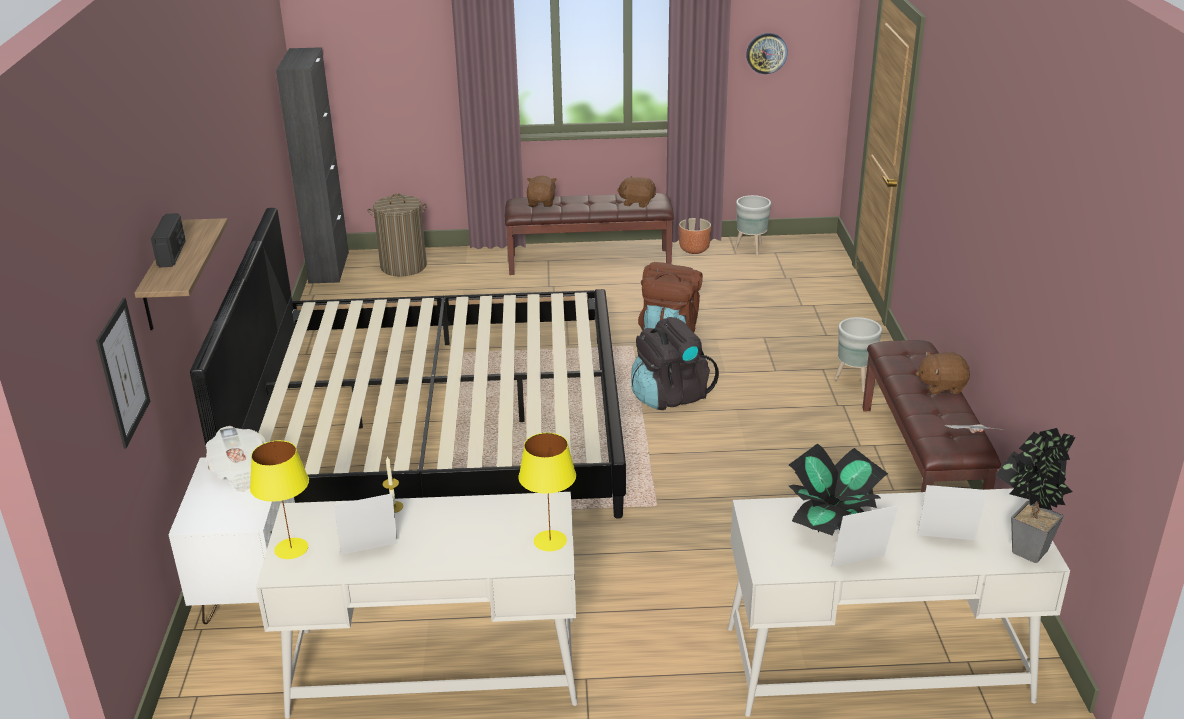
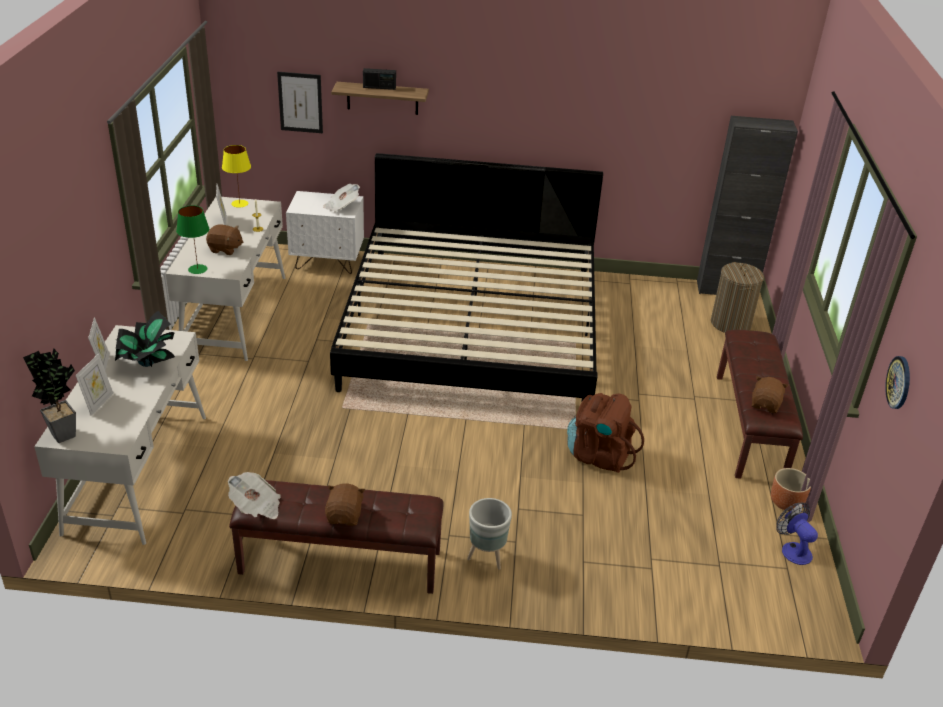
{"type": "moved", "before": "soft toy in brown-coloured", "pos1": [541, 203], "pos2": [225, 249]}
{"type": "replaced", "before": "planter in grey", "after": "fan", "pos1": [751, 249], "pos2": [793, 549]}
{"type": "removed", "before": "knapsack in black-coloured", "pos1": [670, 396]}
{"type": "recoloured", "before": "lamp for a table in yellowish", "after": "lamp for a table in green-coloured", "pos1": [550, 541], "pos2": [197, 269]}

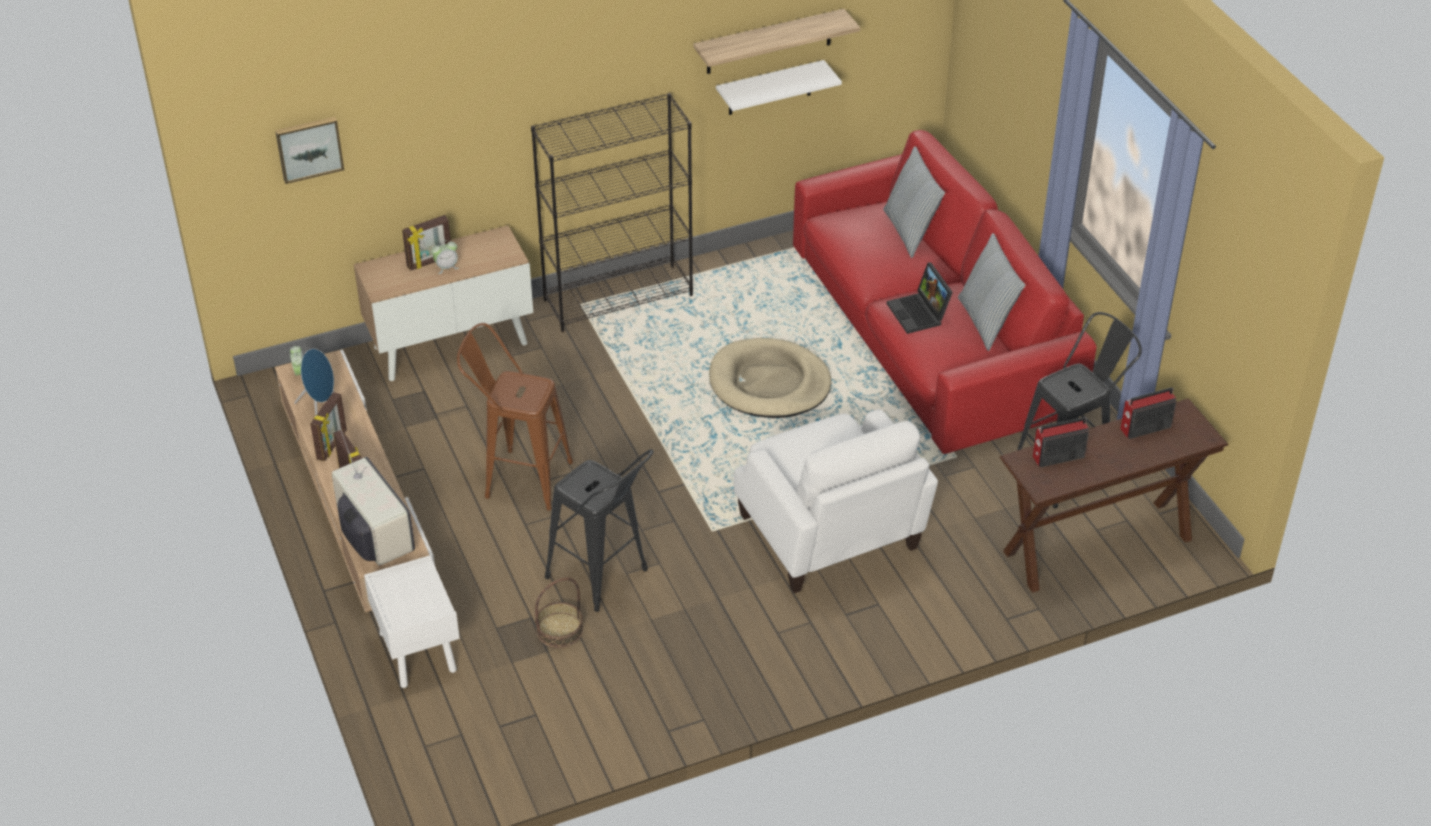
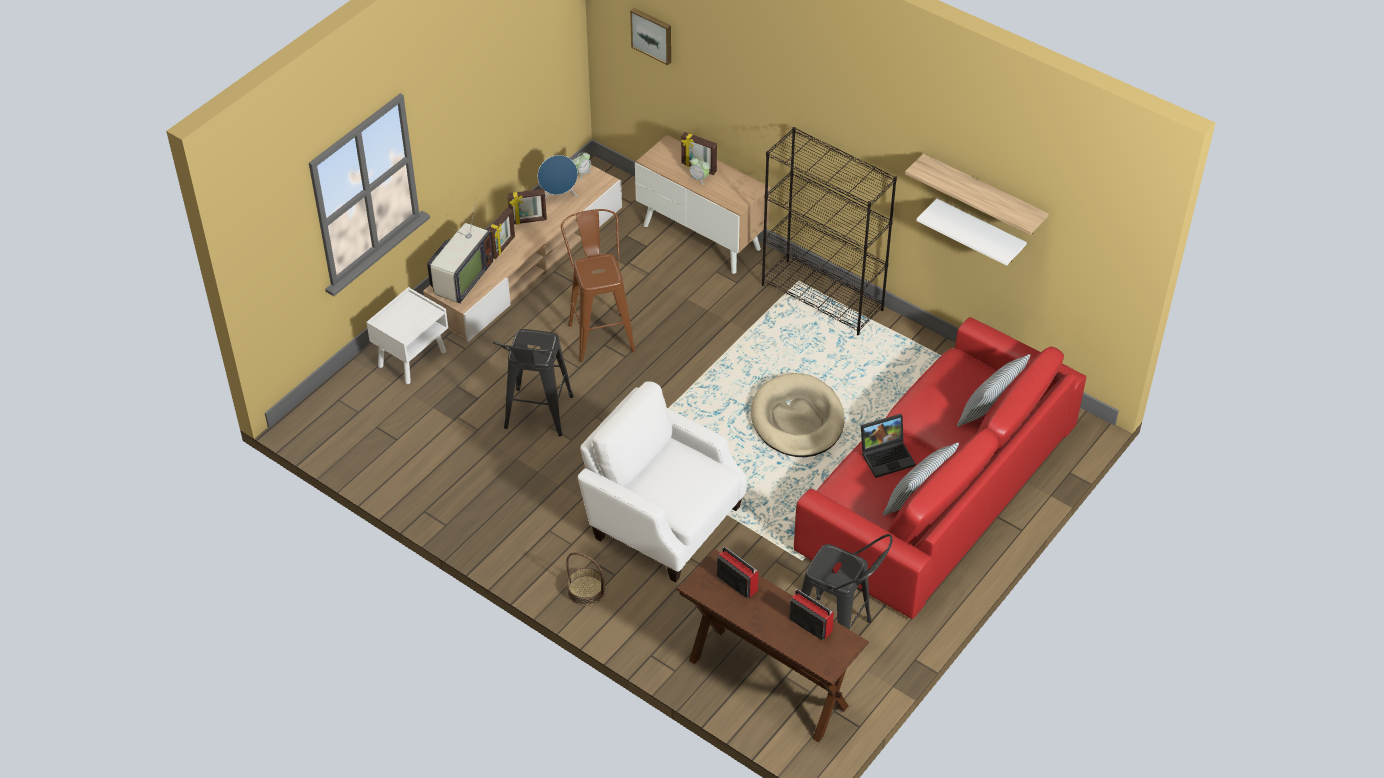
{"type": "turned", "before": "portable computer", "pos1": [919, 314], "pos2": [887, 455], "turn": -150}
{"type": "turned", "before": "armchair in white-coloured", "pos1": [830, 536], "pos2": [663, 520], "turn": 90}
{"type": "moved", "before": "storage basket", "pos1": [559, 630], "pos2": [586, 590]}

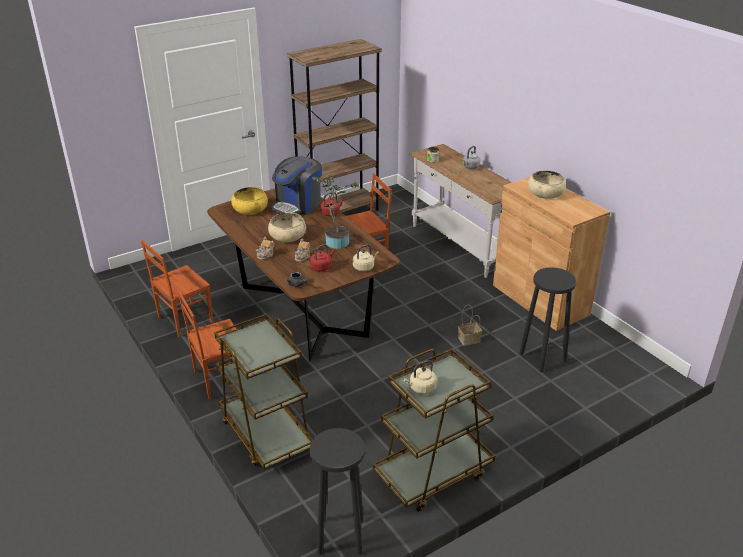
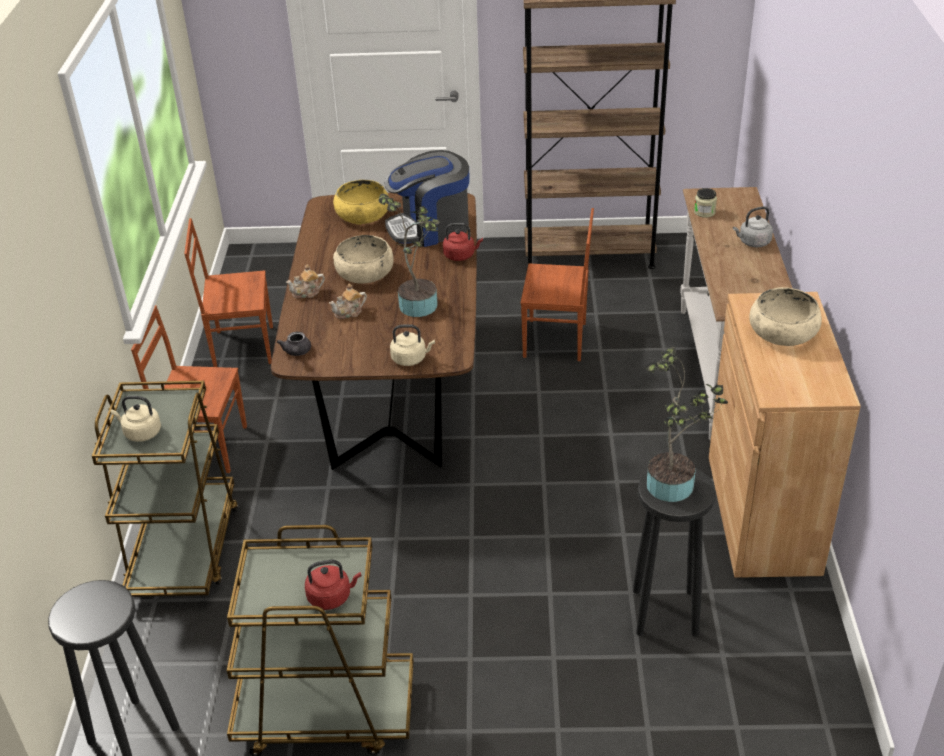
{"type": "moved", "before": "tea kettle in red-coloured", "pos1": [322, 267], "pos2": [332, 597]}
{"type": "removed", "before": "storage basket", "pos1": [469, 339]}
{"type": "moved", "before": "tea kettle in sand-coloured", "pos1": [421, 388], "pos2": [141, 433]}
{"type": "added", "after": "plant in a pot", "pos2": [675, 483]}

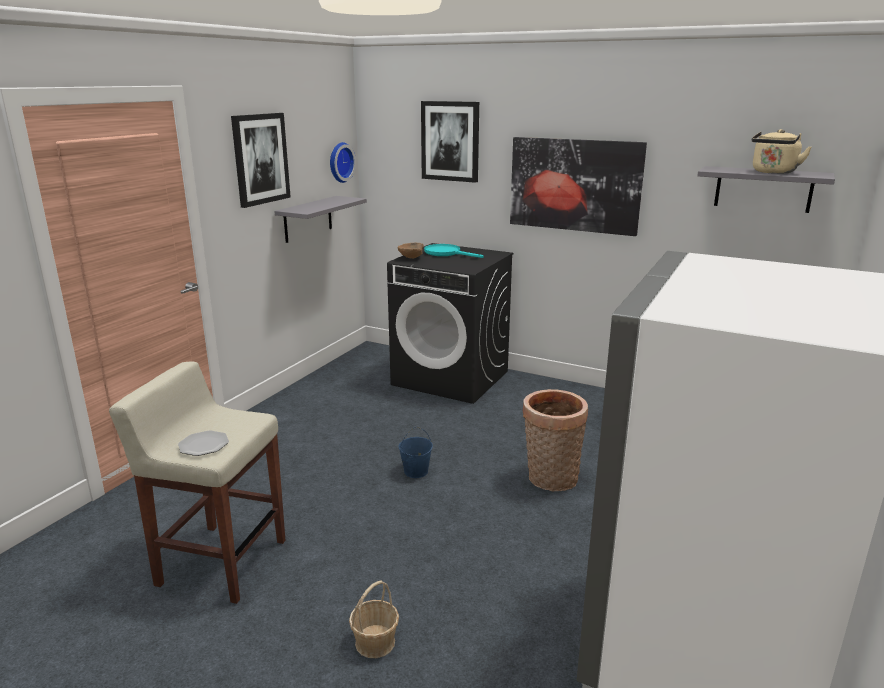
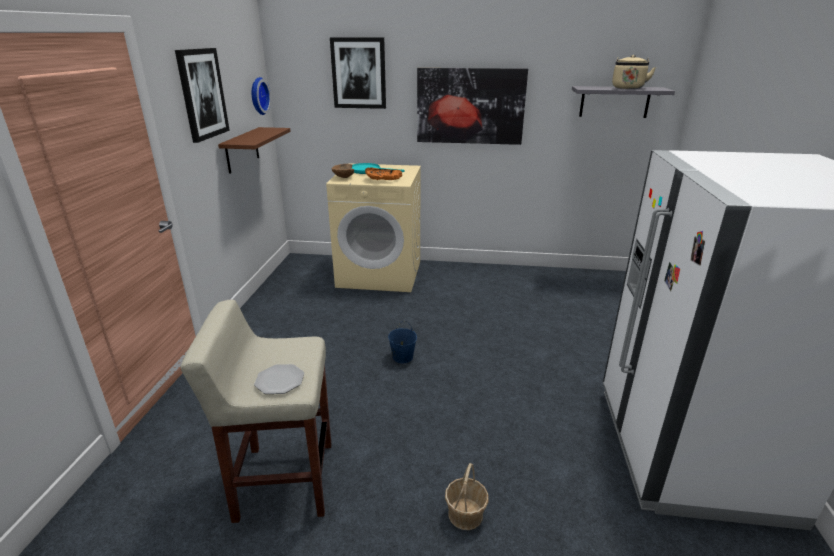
{"type": "recoloured", "before": "wall shelf in grey", "after": "wall shelf in brown-coloured", "pos1": [308, 219], "pos2": [242, 150]}
{"type": "recoloured", "before": "washing machine in black-coloured", "after": "washing machine in sand-coloured", "pos1": [451, 378], "pos2": [380, 274]}
{"type": "removed", "before": "storage basket", "pos1": [550, 480]}
{"type": "added", "after": "serving bowl in orange-coloured", "pos2": [383, 179]}

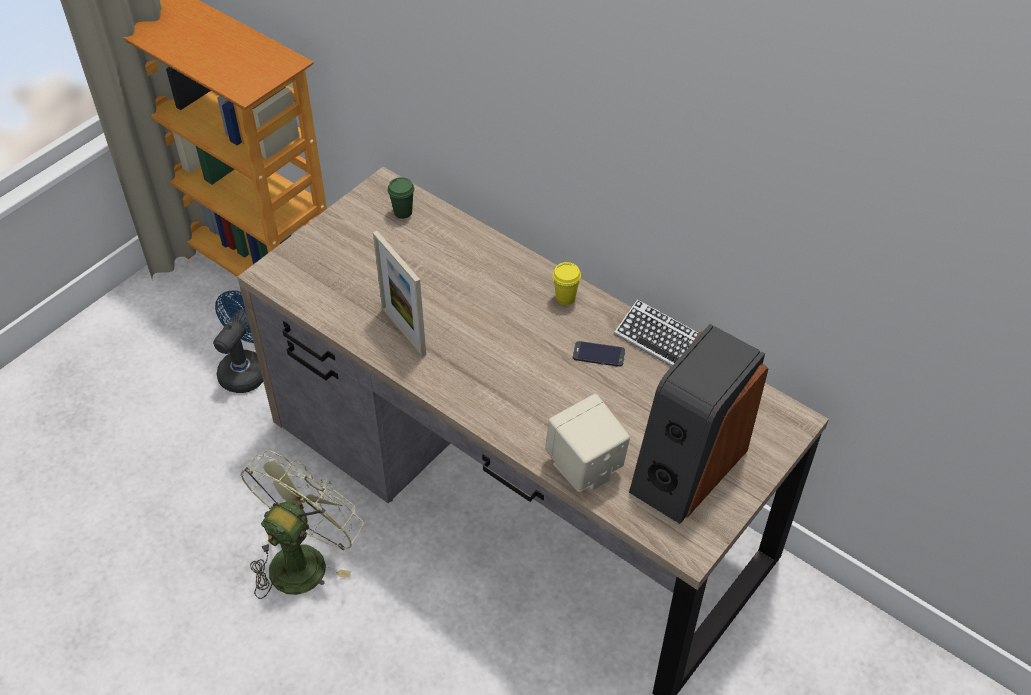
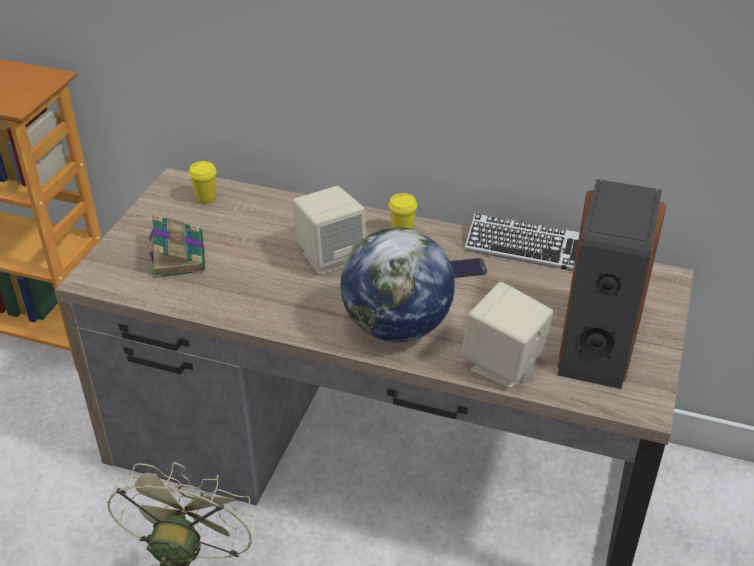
{"type": "recoloured", "before": "small cup in green-coloured", "after": "small cup in yellowish", "pos1": [403, 212], "pos2": [206, 199]}
{"type": "removed", "before": "standing frame", "pos1": [403, 331]}
{"type": "removed", "before": "fan in blue", "pos1": [247, 368]}
{"type": "added", "after": "loudspeaker in sand-coloured", "pos2": [330, 257]}
{"type": "added", "after": "book", "pos2": [178, 255]}
{"type": "added", "after": "desk globe", "pos2": [396, 328]}

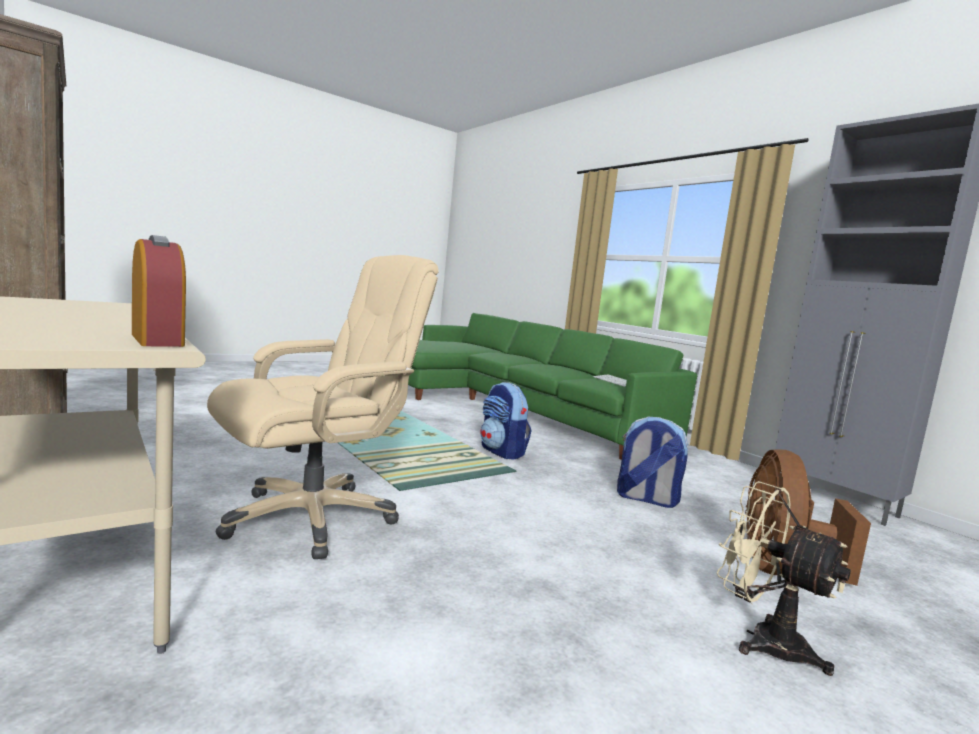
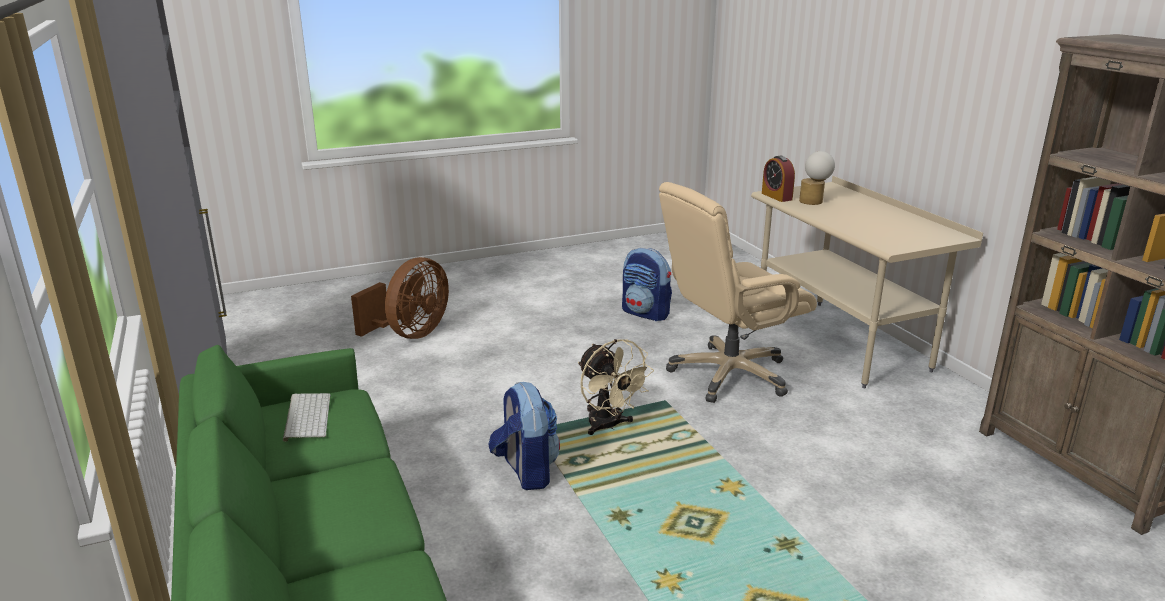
{"type": "moved", "before": "knapsack", "pos1": [645, 499], "pos2": [646, 313]}
{"type": "moved", "before": "fan in sand-coloured", "pos1": [762, 640], "pos2": [608, 426]}
{"type": "added", "after": "lamp for a table", "pos2": [814, 201]}

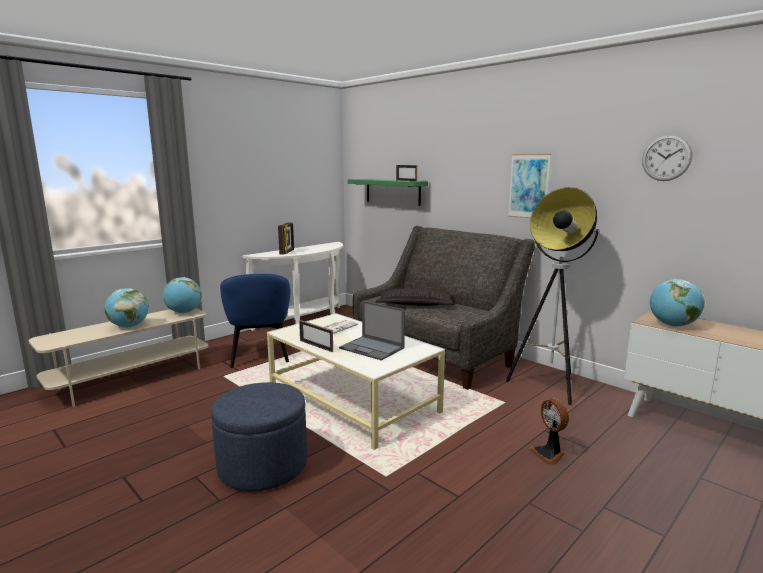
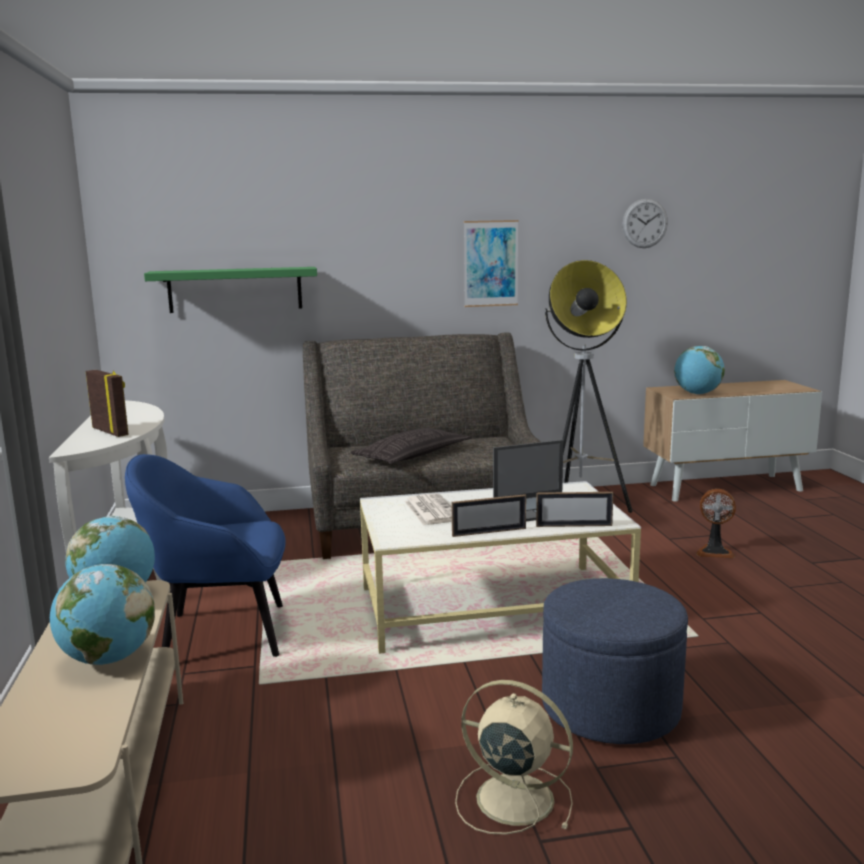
{"type": "moved", "before": "standing frame", "pos1": [406, 180], "pos2": [574, 525]}
{"type": "turned", "before": "armchair in blue", "pos1": [260, 355], "pos2": [220, 635], "turn": 150}
{"type": "added", "after": "fan in sand-coloured", "pos2": [511, 798]}

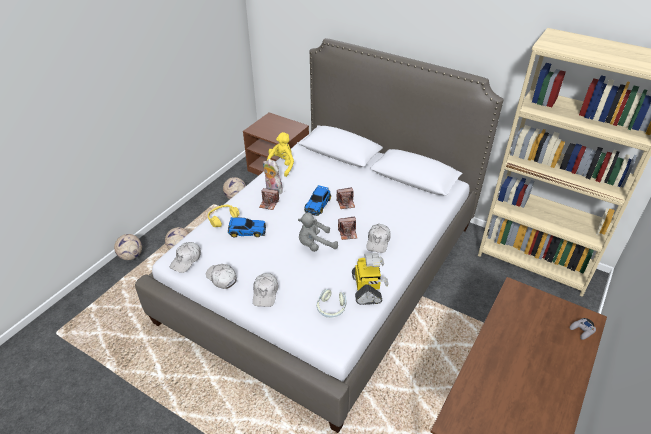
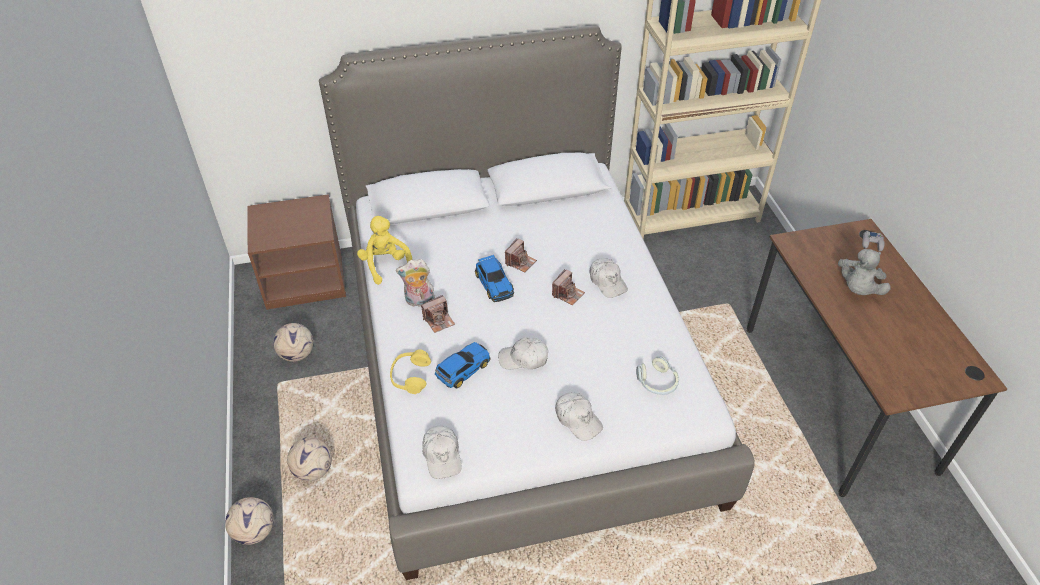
{"type": "moved", "before": "soft toy in grey", "pos1": [315, 245], "pos2": [857, 289]}
{"type": "removed", "before": "toy robot", "pos1": [367, 289]}
{"type": "moved", "before": "baseball cap in white-coloured", "pos1": [221, 278], "pos2": [524, 359]}

